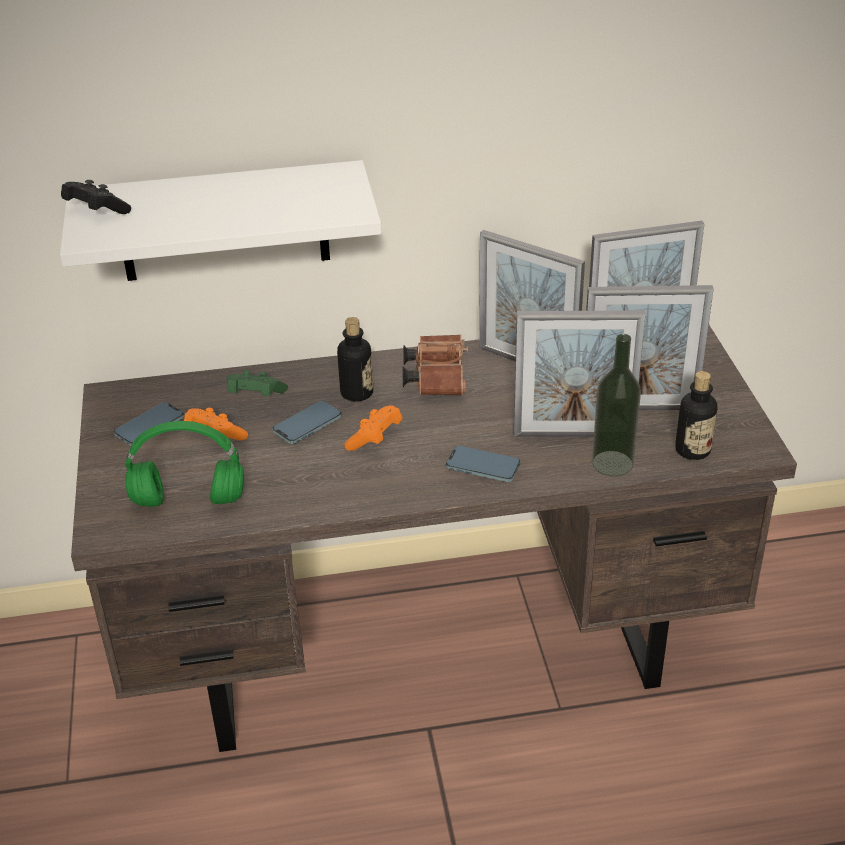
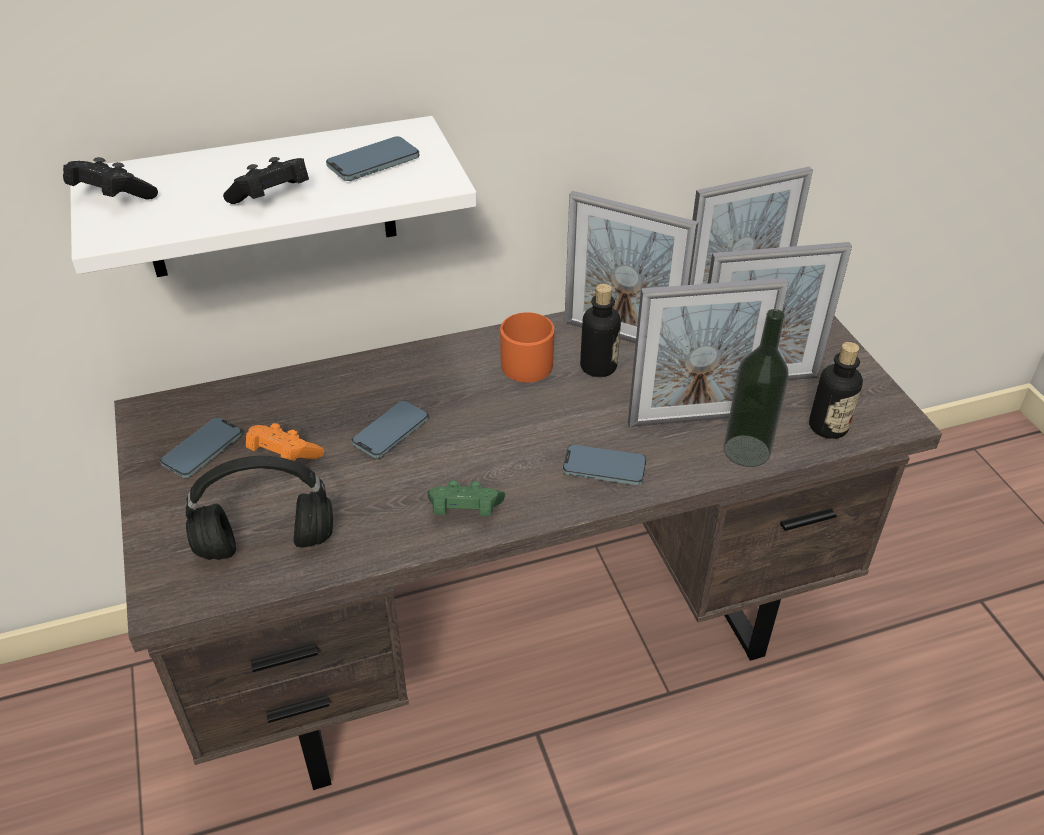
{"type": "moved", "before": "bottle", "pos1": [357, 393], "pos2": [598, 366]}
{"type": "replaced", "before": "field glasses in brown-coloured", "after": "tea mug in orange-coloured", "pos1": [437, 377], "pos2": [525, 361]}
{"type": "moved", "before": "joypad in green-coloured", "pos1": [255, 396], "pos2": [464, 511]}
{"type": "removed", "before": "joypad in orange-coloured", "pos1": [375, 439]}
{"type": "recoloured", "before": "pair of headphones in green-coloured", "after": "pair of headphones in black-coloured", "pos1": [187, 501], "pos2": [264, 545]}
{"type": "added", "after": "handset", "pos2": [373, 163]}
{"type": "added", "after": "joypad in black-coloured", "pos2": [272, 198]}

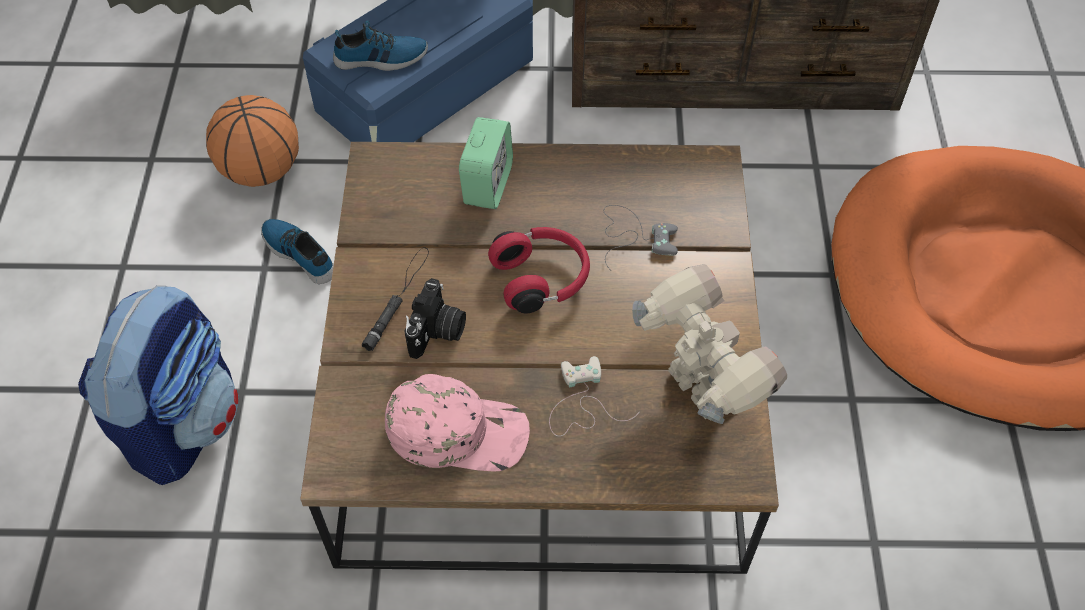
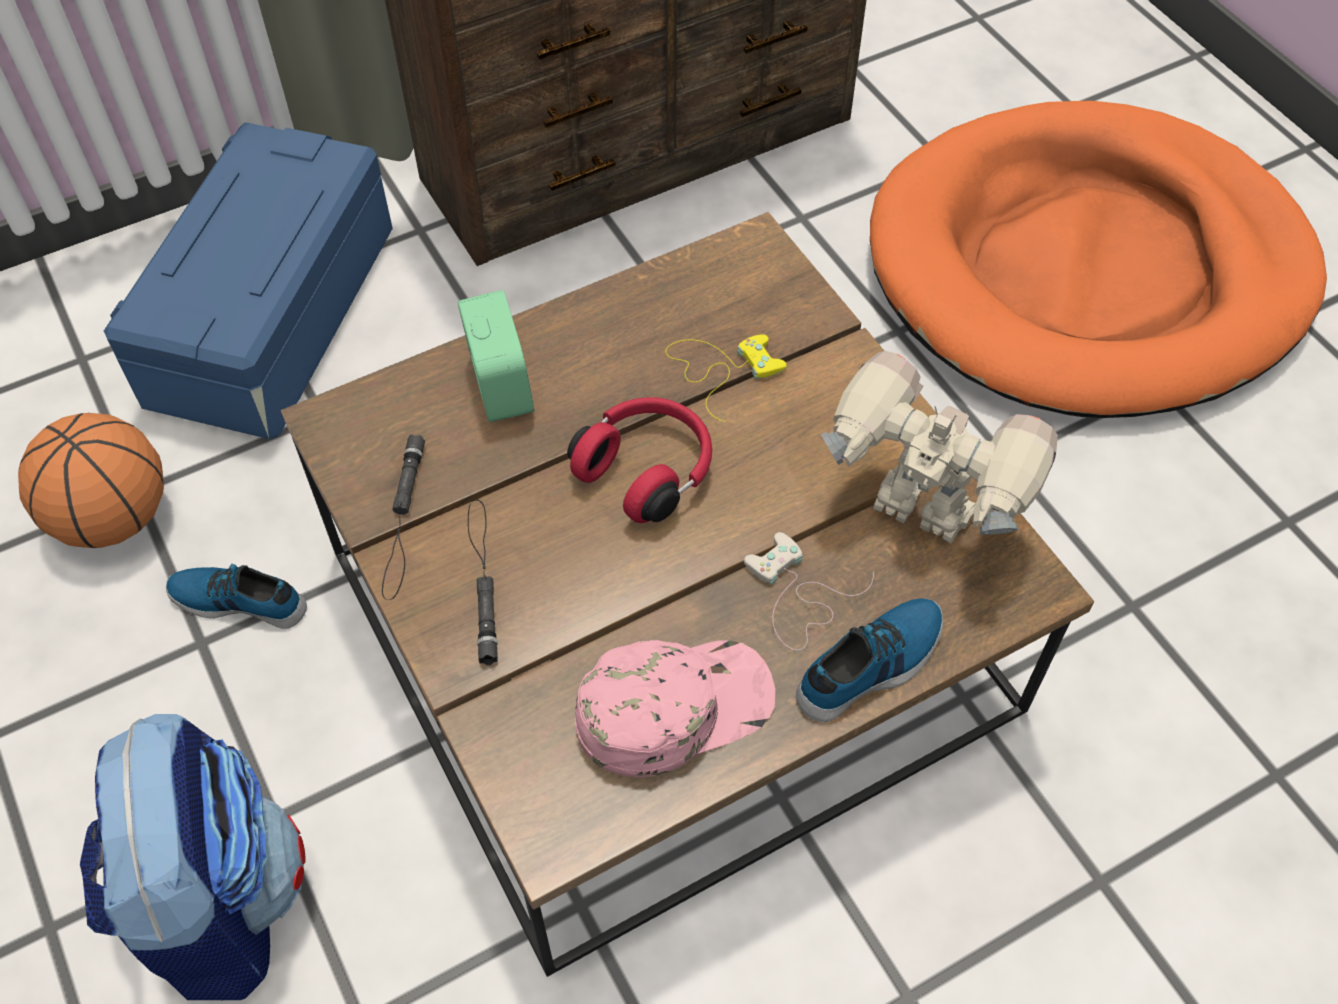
{"type": "moved", "before": "item of footwear", "pos1": [381, 58], "pos2": [872, 666]}
{"type": "recoloured", "before": "joypad in grey", "after": "joypad in yellowish", "pos1": [634, 236], "pos2": [721, 369]}
{"type": "removed", "before": "photo camera", "pos1": [437, 332]}
{"type": "added", "after": "hand torch in black-coloured", "pos2": [403, 519]}

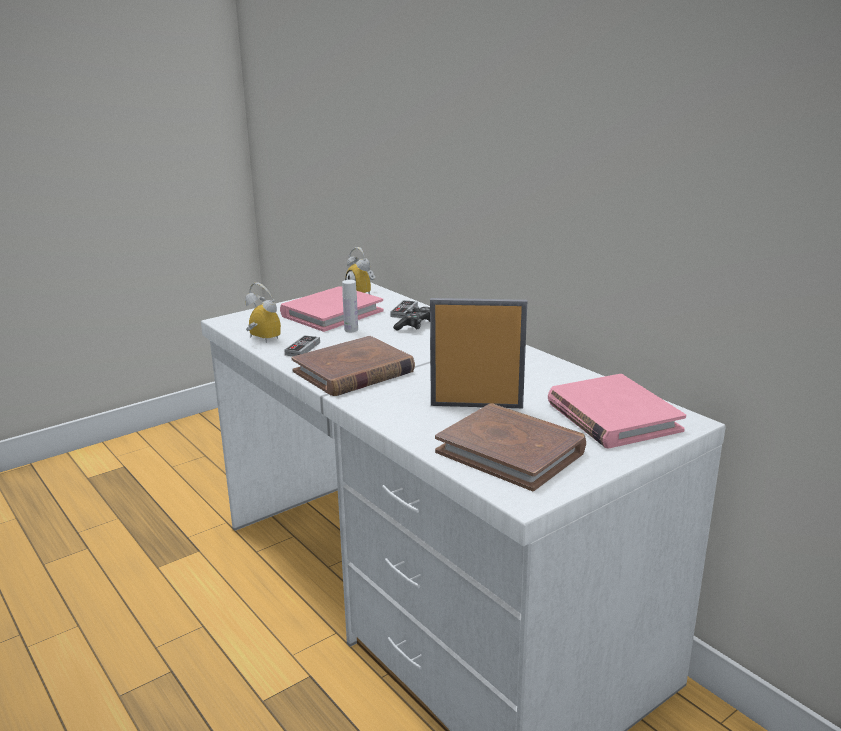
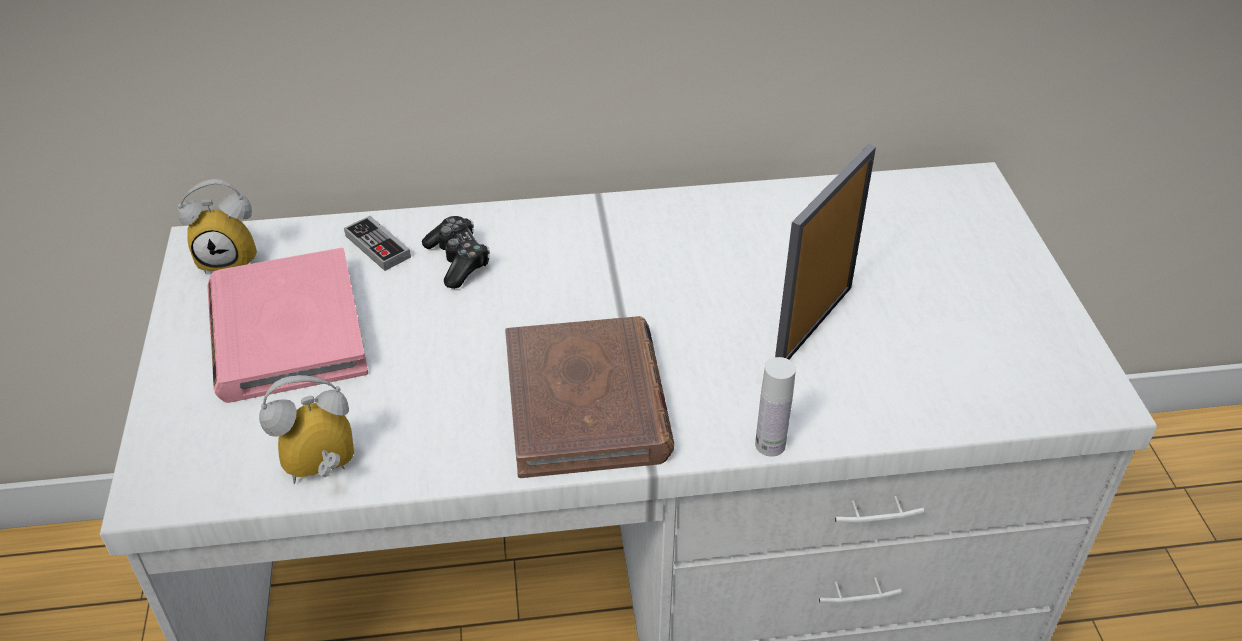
{"type": "moved", "before": "bottle in white-coloured", "pos1": [351, 330], "pos2": [770, 445]}
{"type": "removed", "before": "joypad", "pos1": [302, 349]}
{"type": "removed", "before": "book in pinkish", "pos1": [612, 416]}
{"type": "removed", "before": "book in brown-coloured", "pos1": [511, 451]}

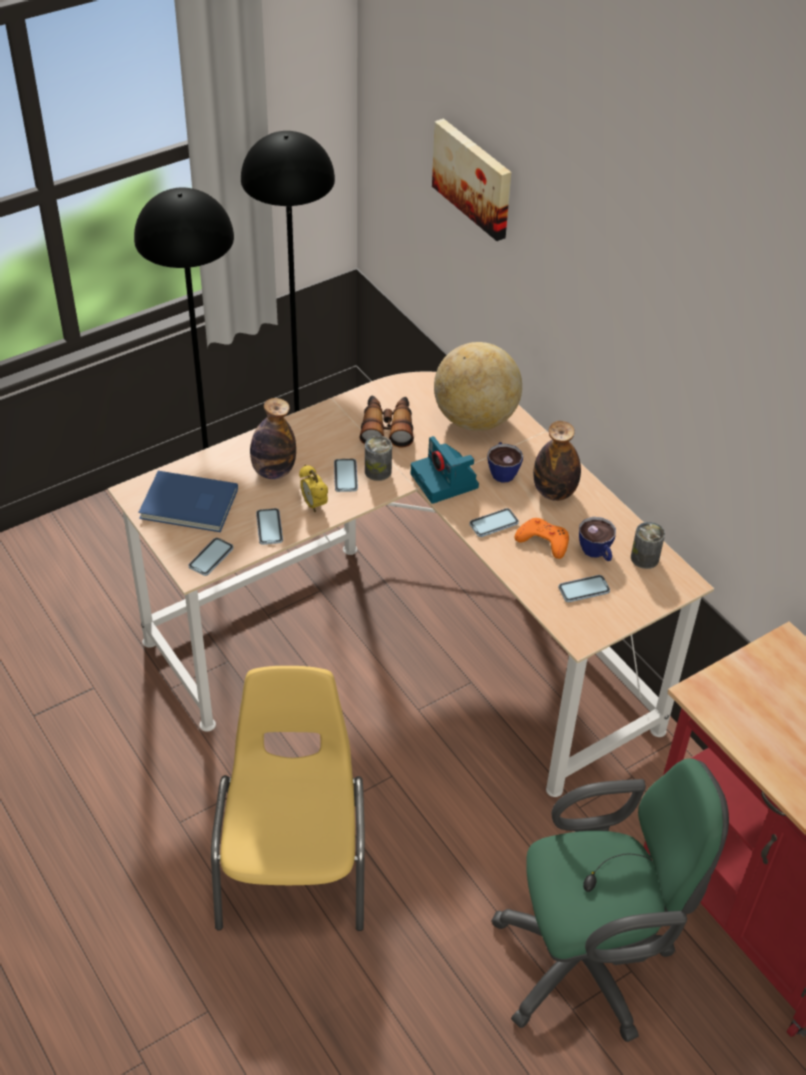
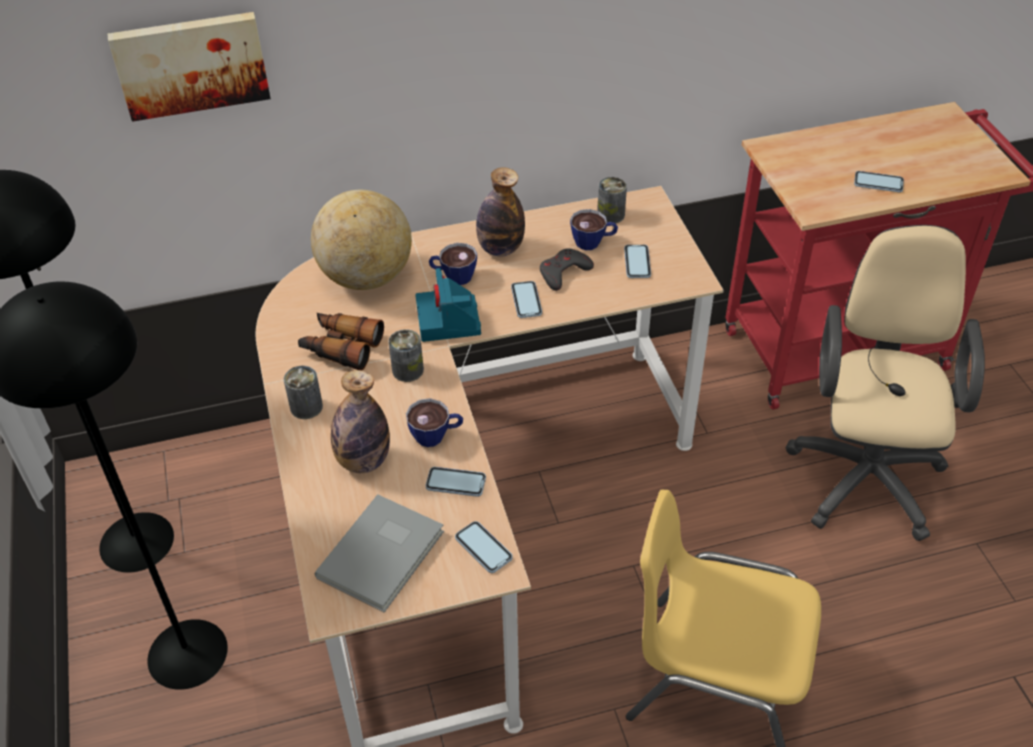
{"type": "turned", "before": "photo camera", "pos1": [445, 481], "pos2": [449, 321], "turn": 90}
{"type": "moved", "before": "handset", "pos1": [345, 476], "pos2": [878, 183]}
{"type": "replaced", "before": "alarm clock", "after": "small cup", "pos1": [314, 505], "pos2": [436, 435]}
{"type": "recoloured", "before": "book in blue", "after": "book in grey", "pos1": [189, 505], "pos2": [384, 554]}
{"type": "recoloured", "before": "joypad in orange-coloured", "after": "joypad in grey", "pos1": [543, 541], "pos2": [563, 272]}
{"type": "recoloured", "before": "computer chair in green-coloured", "after": "computer chair in sand-coloured", "pos1": [591, 961], "pos2": [865, 471]}
{"type": "added", "after": "metal can", "pos2": [306, 407]}

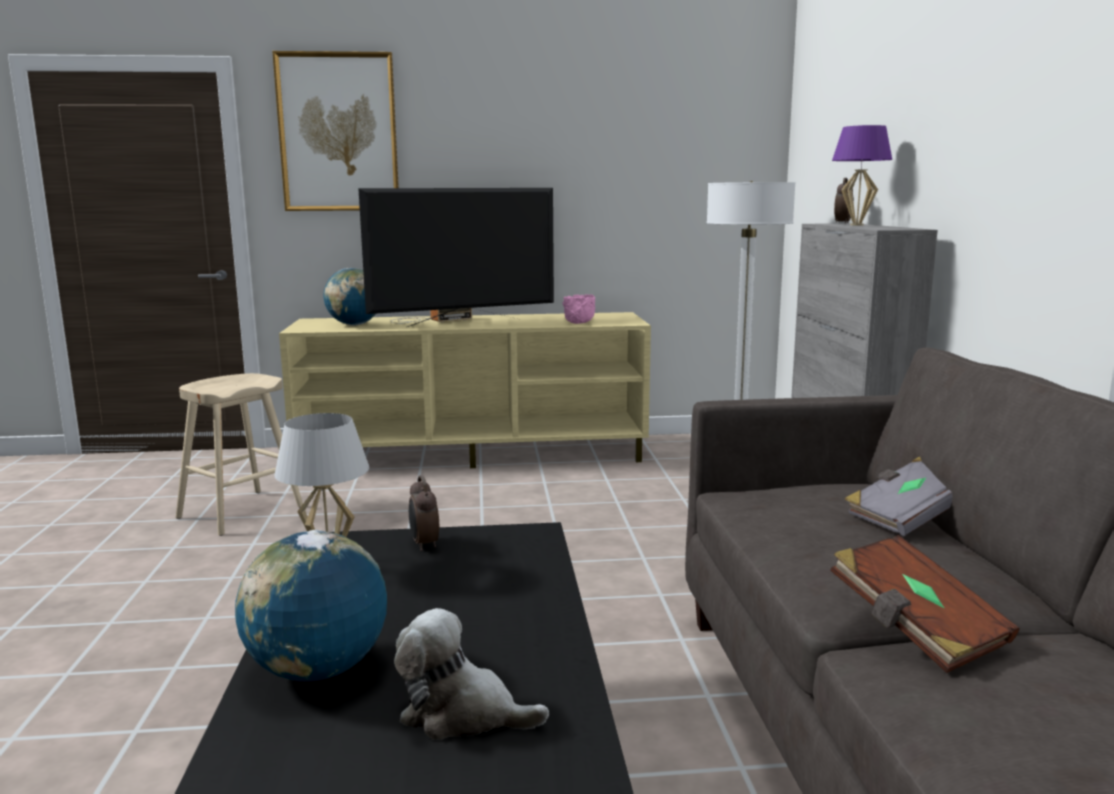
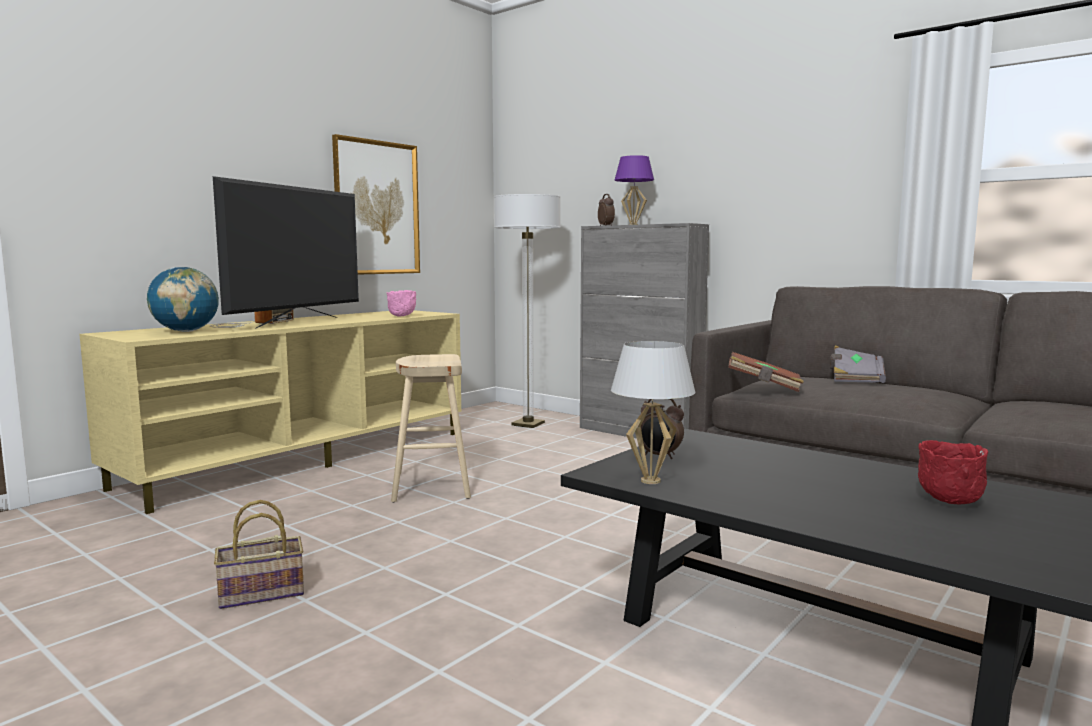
{"type": "moved", "before": "wall art", "pos1": [338, 133], "pos2": [377, 208]}
{"type": "moved", "before": "stool seat in sand-coloured", "pos1": [240, 512], "pos2": [431, 486]}
{"type": "removed", "before": "desk globe", "pos1": [318, 671]}
{"type": "moved", "before": "book in brown-coloured", "pos1": [916, 629], "pos2": [764, 386]}
{"type": "replaced", "before": "soft toy", "after": "serving bowl in red-coloured", "pos1": [462, 714], "pos2": [950, 501]}
{"type": "added", "after": "storage basket", "pos2": [259, 594]}

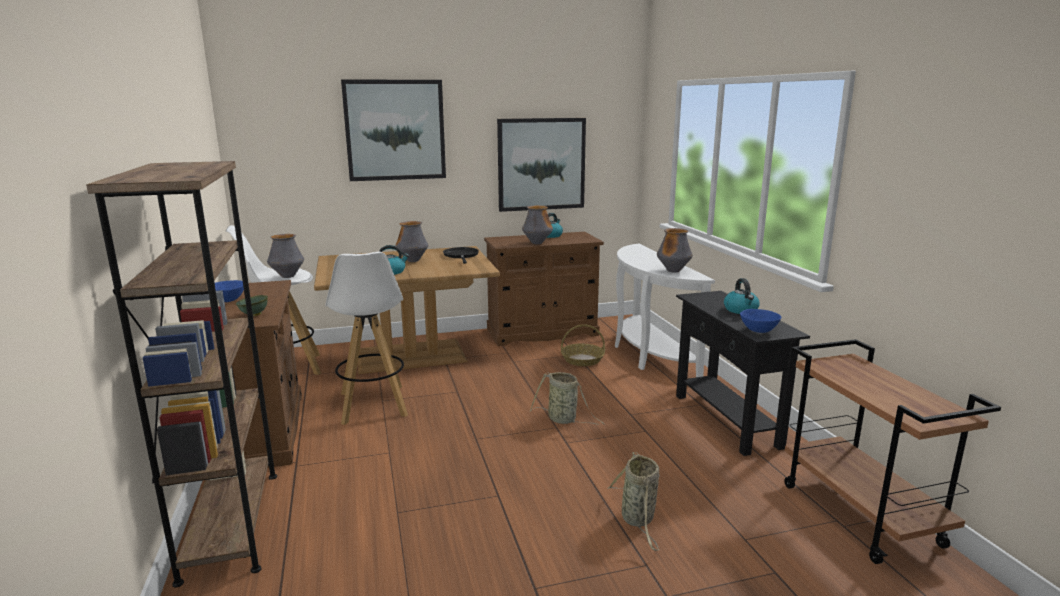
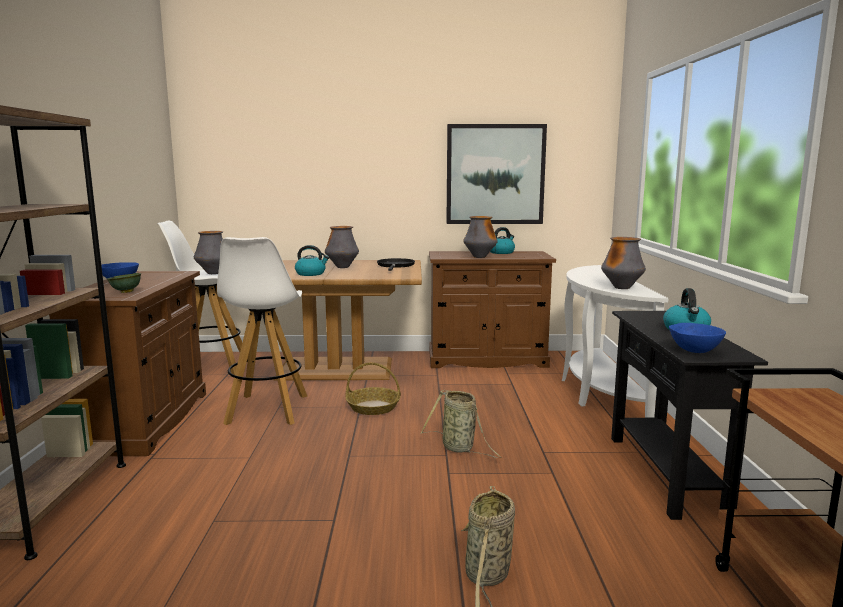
{"type": "removed", "before": "wall art", "pos1": [395, 130]}
{"type": "moved", "before": "storage basket", "pos1": [582, 360], "pos2": [373, 407]}

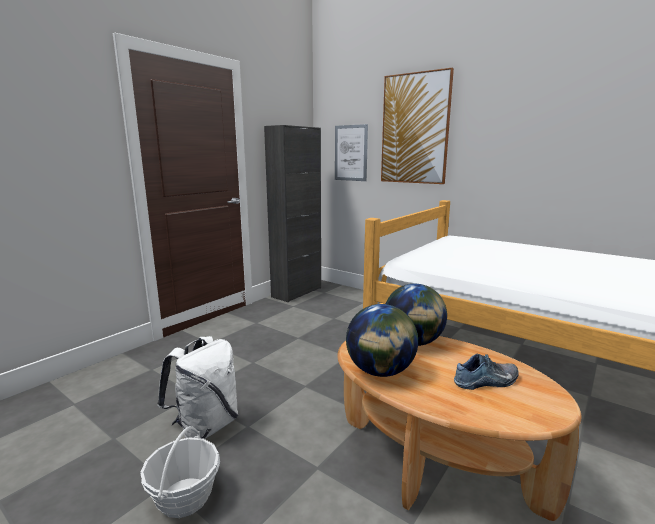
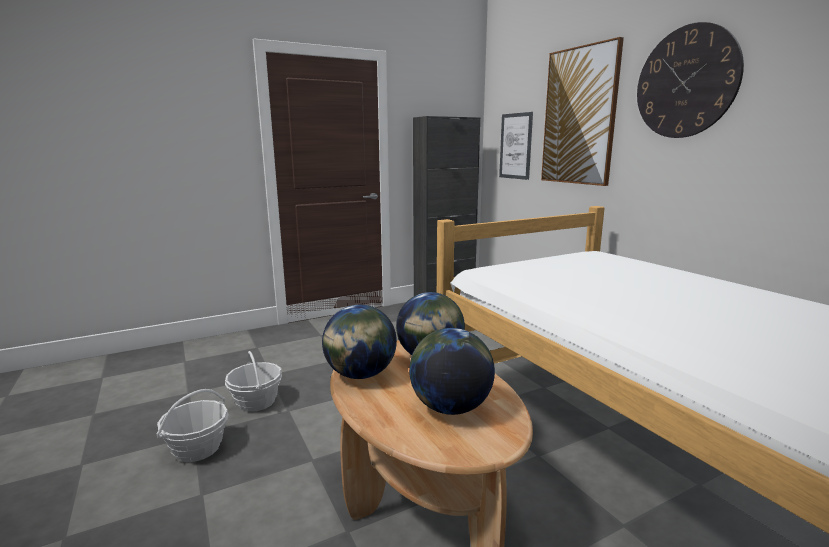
{"type": "replaced", "before": "knapsack in white-coloured", "after": "storage basket", "pos1": [205, 426], "pos2": [256, 402]}
{"type": "replaced", "before": "item of footwear", "after": "desk globe", "pos1": [487, 381], "pos2": [450, 407]}
{"type": "added", "after": "clock on the wall", "pos2": [686, 82]}

